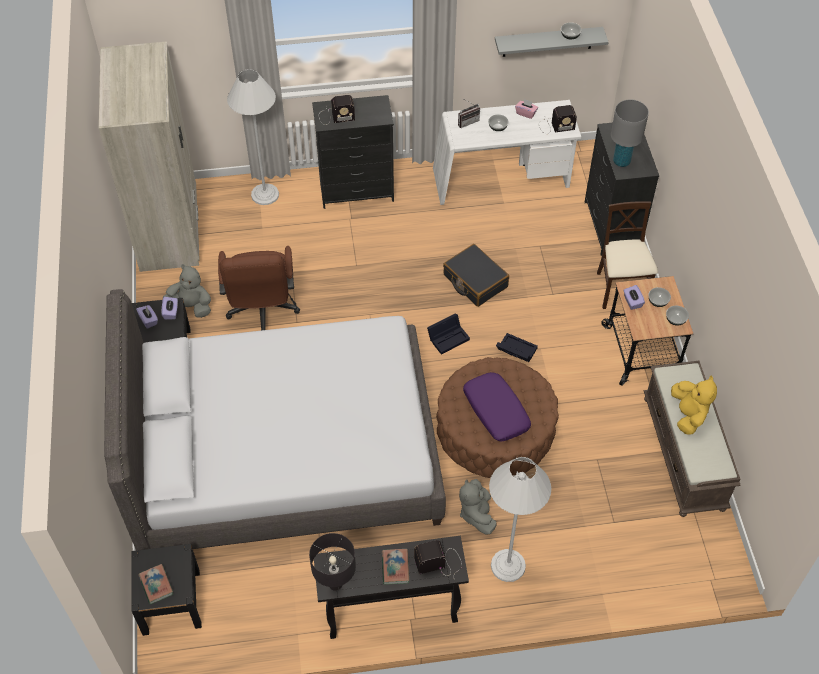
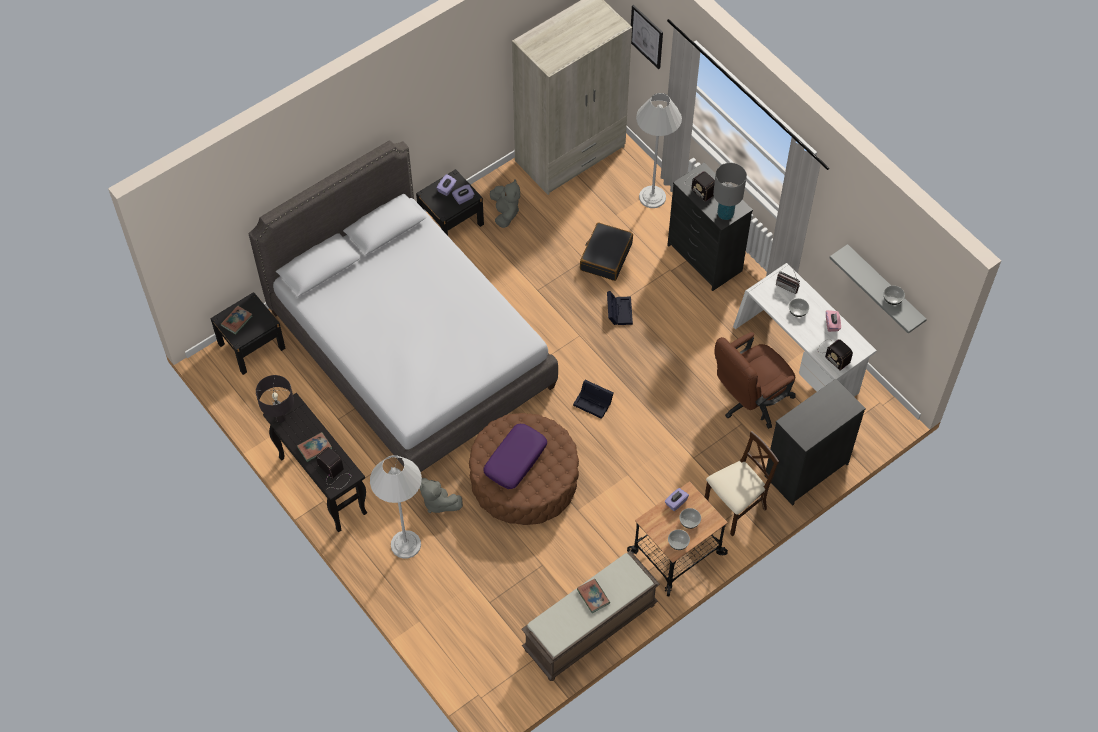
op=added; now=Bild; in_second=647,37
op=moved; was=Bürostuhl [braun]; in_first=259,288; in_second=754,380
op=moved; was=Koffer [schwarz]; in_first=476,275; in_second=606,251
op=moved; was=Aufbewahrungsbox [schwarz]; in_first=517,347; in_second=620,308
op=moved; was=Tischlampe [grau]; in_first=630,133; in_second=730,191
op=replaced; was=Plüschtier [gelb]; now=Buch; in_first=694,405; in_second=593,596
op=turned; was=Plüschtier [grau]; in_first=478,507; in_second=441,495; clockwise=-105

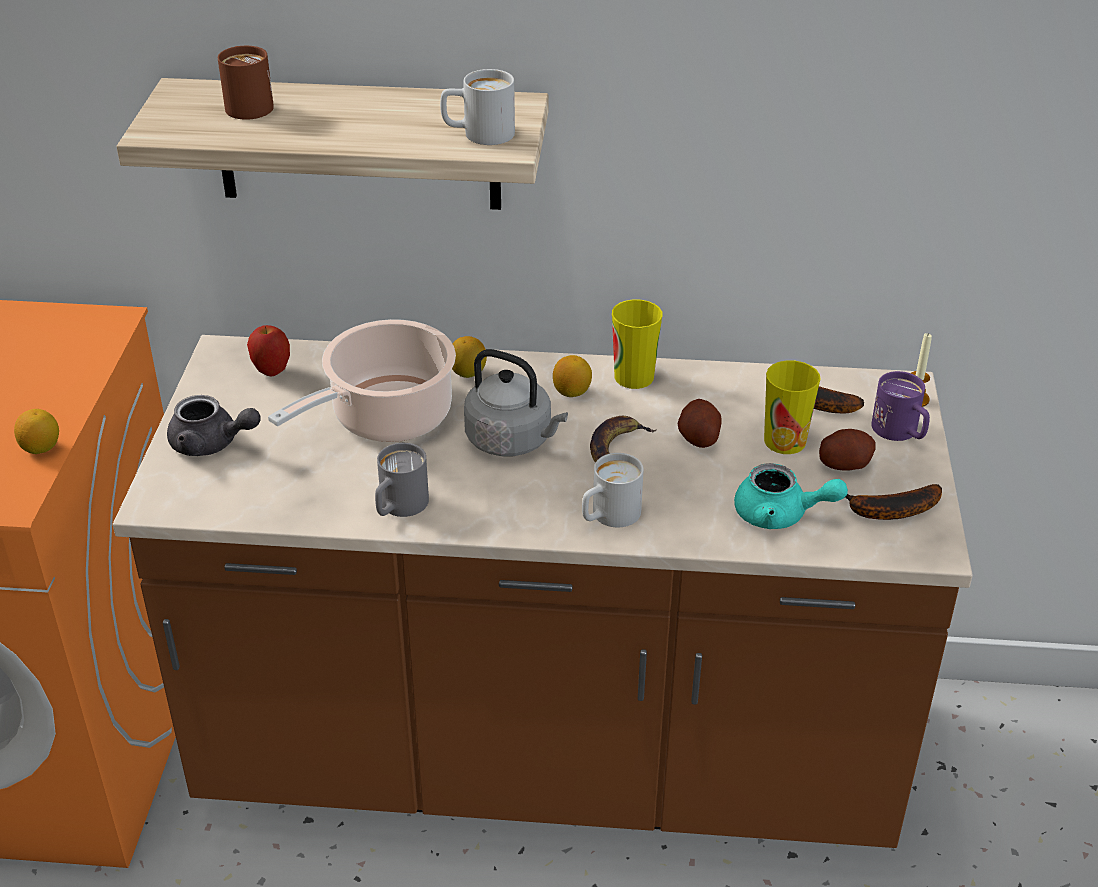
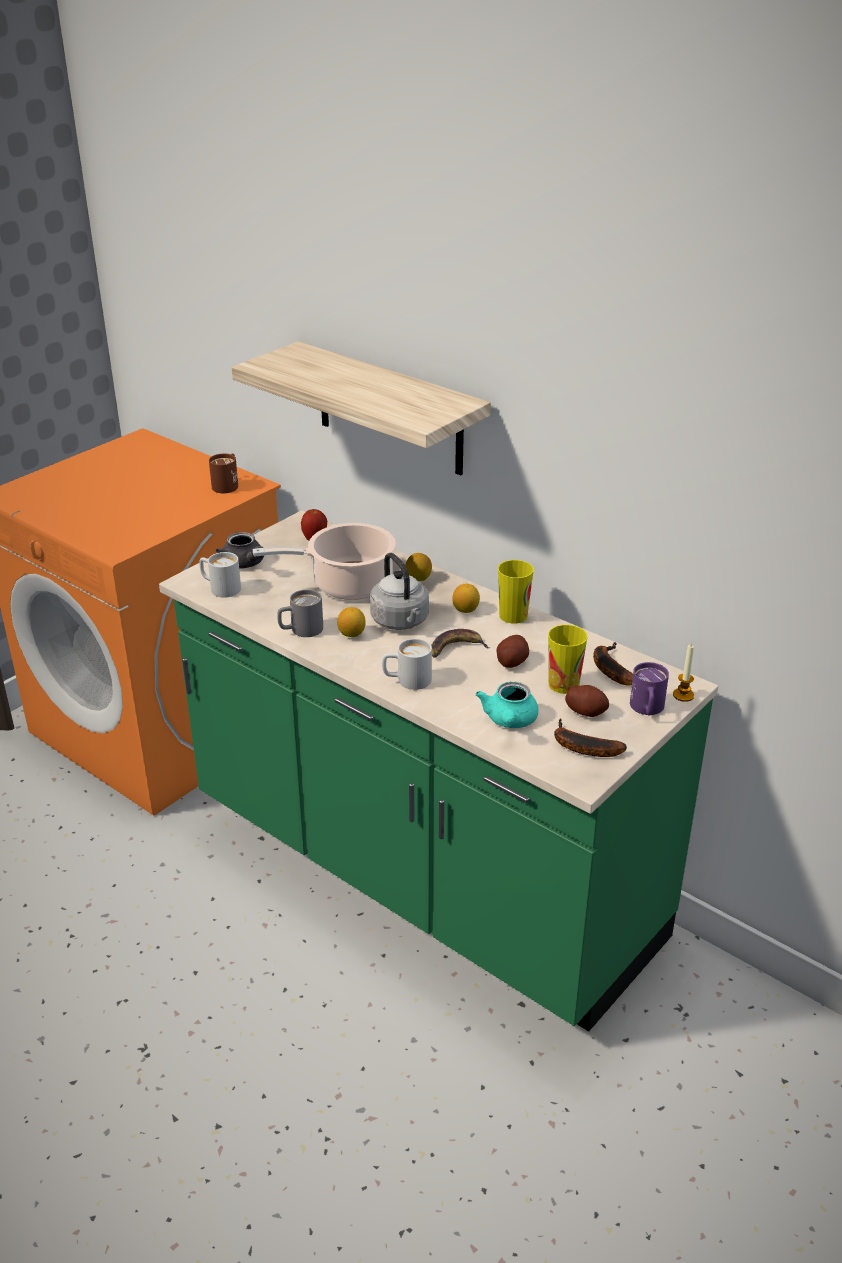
op=moved; was=Zitrone; in_first=36,431; in_second=351,622
op=moved; was=Henkelbecher [braun]; in_first=246,83; in_second=223,473
op=moved; was=Henkelbecher [weiß]; in_first=477,107; in_second=220,574
op=recoloured; was=Küchenzeile [braun]; now=Küchenzeile [grün]; in_first=543,591; in_second=438,771
op=turned; was=Teekanne [türkis]; in_first=791,496; in_second=507,705; clockwise=45

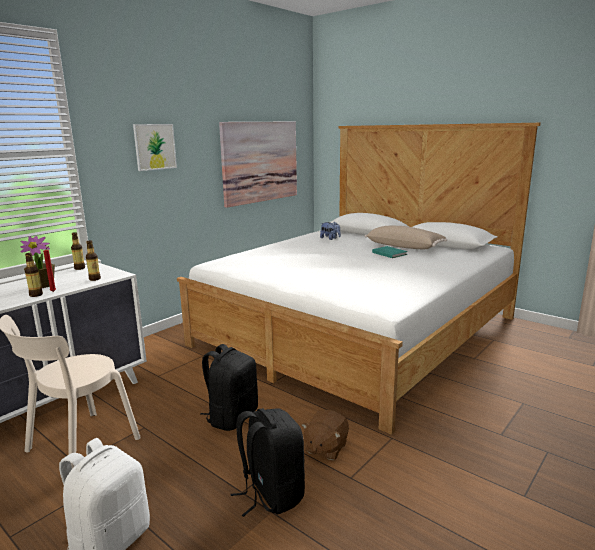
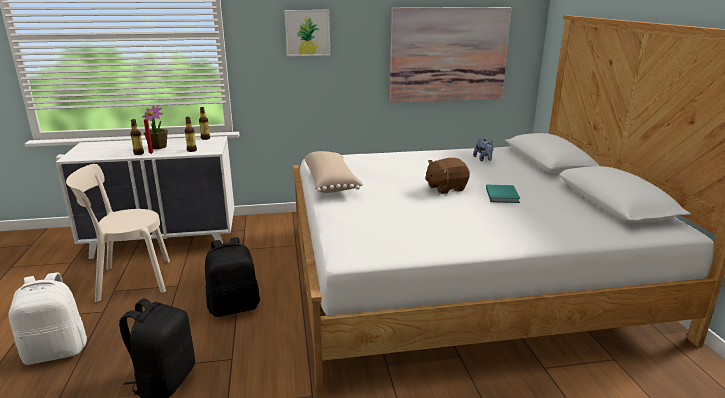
op=moved; was=Plüschtier [braun]; in_first=325,435; in_second=447,176
op=moved; was=Kissen [beige]; in_first=406,237; in_second=333,172

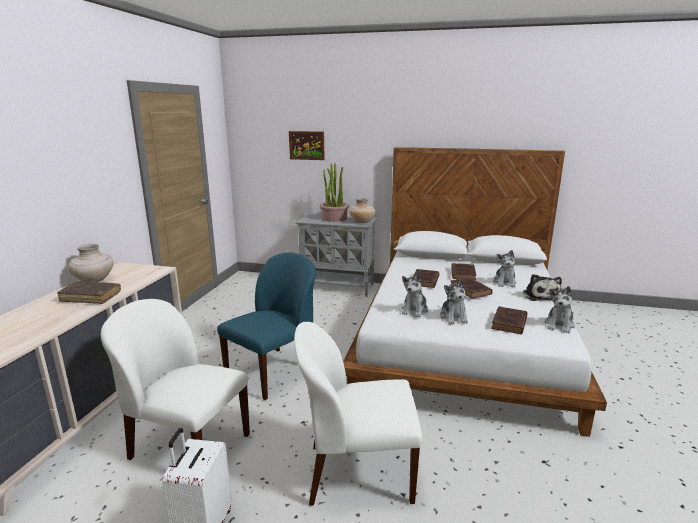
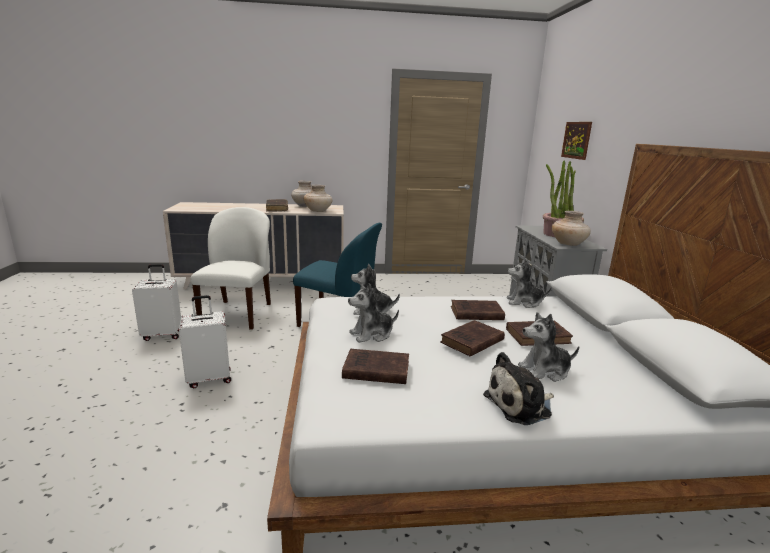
op=added; now=Vase [beige]; in_second=318,198
op=moved; was=Plüschtier; in_first=560,309; in_second=529,283
op=replaced; was=Stuhl [weiß]; now=Koffer [weiß]; in_first=358,414; in_second=205,341

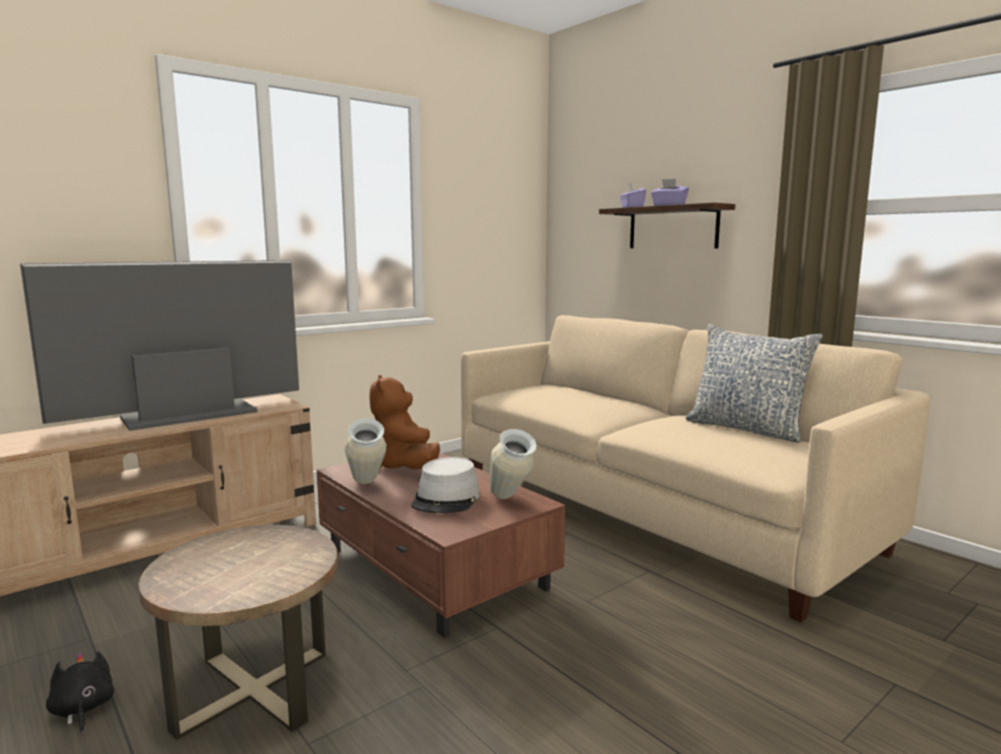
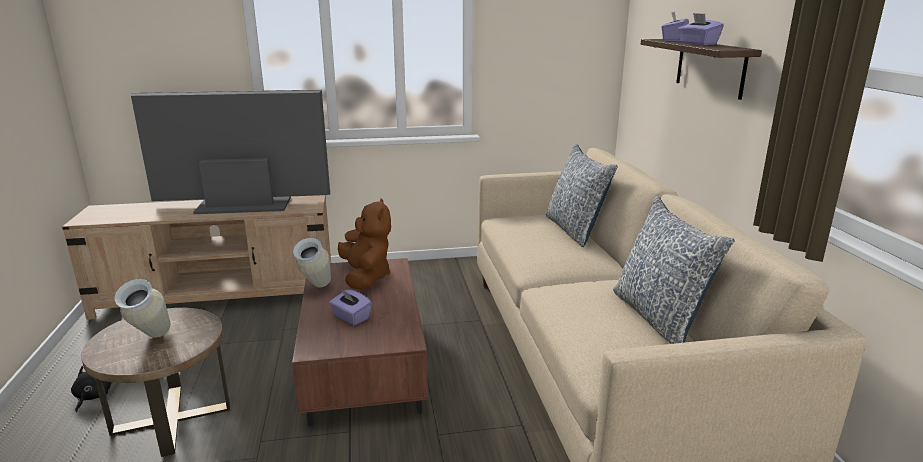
op=added; now=Kissen; in_second=582,195
op=moved; was=Vase; in_first=513,464; in_second=142,308
op=replaced; was=Hut [grau]; now=Taschentuchbox [lila]; in_first=445,485; in_second=350,307
op=turned; was=Plüschtier [braun]; in_first=404,422; in_second=364,244; clockwise=150

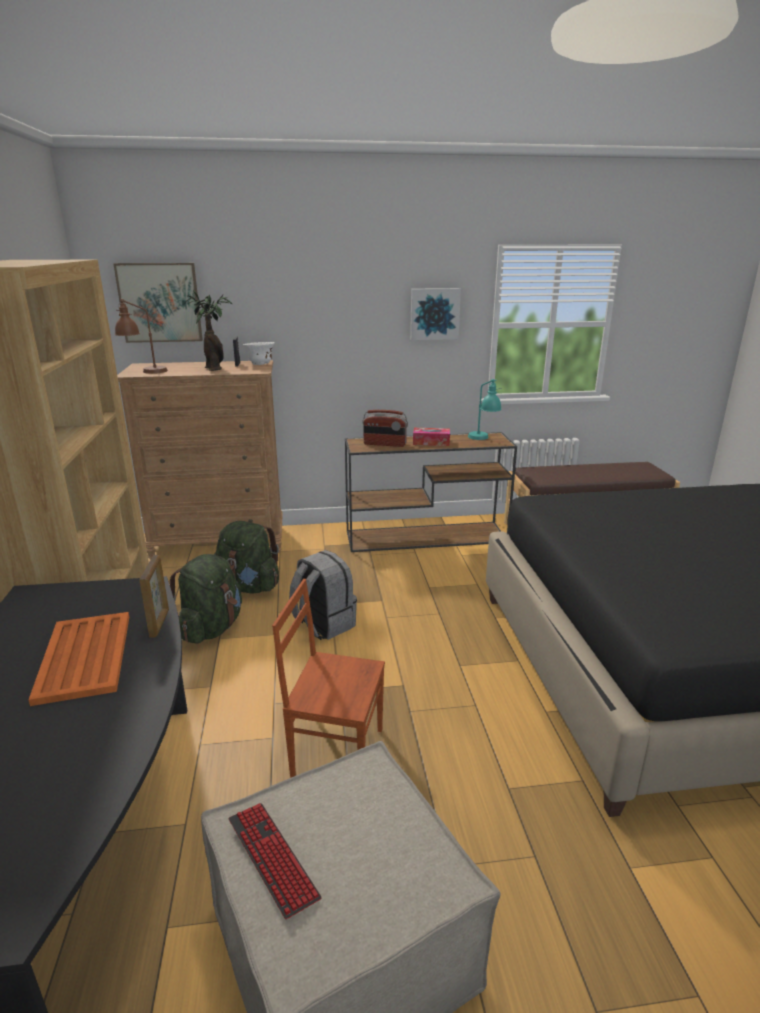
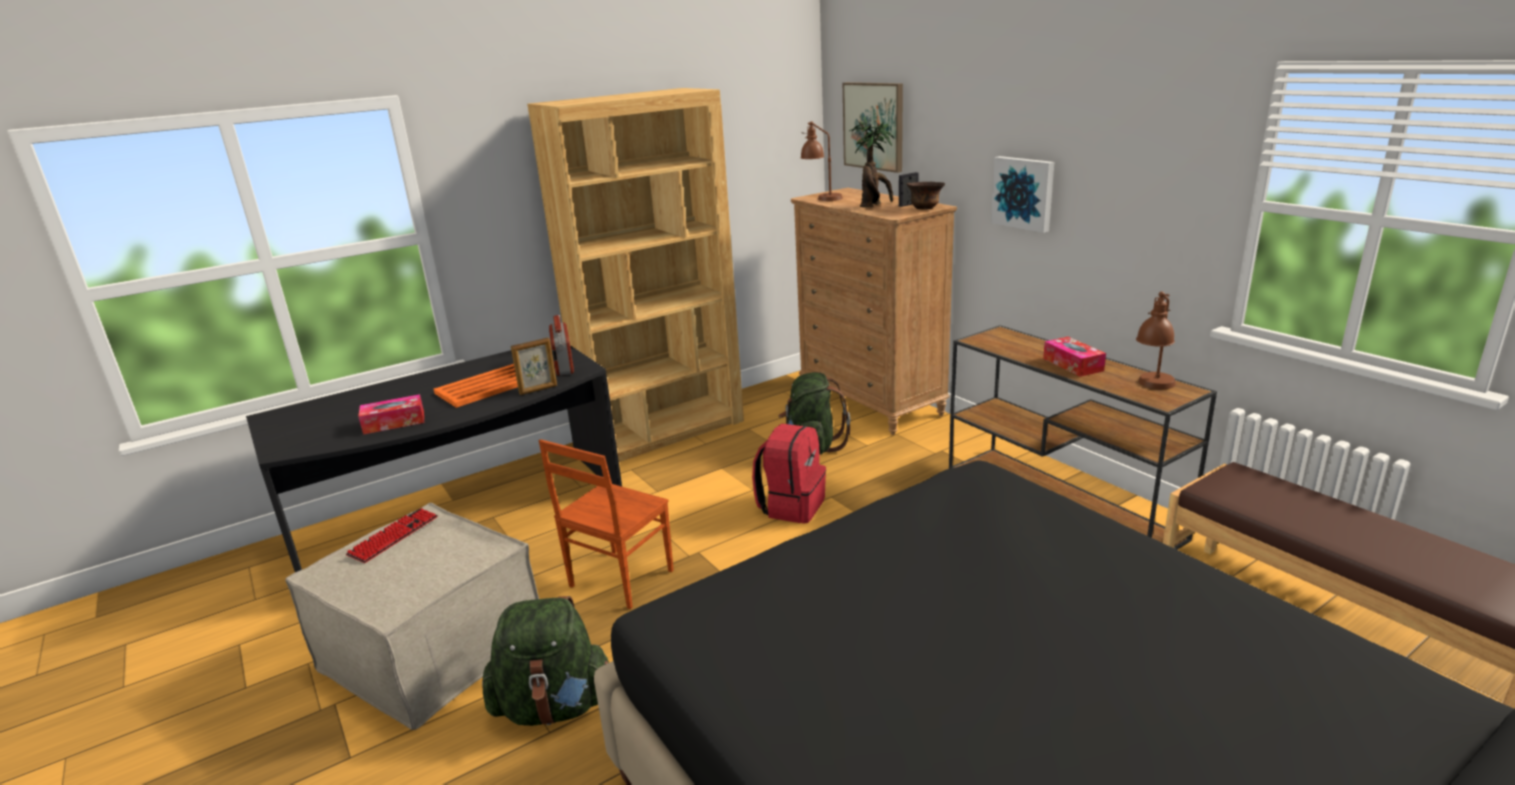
op=added; now=Taschentuchbox; in_second=391,414
op=moved; was=Rucksack [grün]; in_first=206,599; in_second=545,661
op=moved; was=Radio; in_first=385,428; in_second=561,345
op=moved; was=Bild; in_first=435,314; in_second=1022,194
op=recoloured; was=Schüssel [weiß]; now=Schüssel [braun]; in_first=259,353; in_second=926,195
op=recoloured; was=Rucksack [grau]; now=Rucksack [rot]; in_first=323,595; in_second=789,474
op=recoloured; was=Tischlampe [türkis]; now=Tischlampe [braun]; in_first=485,409; in_second=1156,340
op=turned; was=Stuhl [braun]; in_first=328,678; in_second=606,524; clockwise=-135

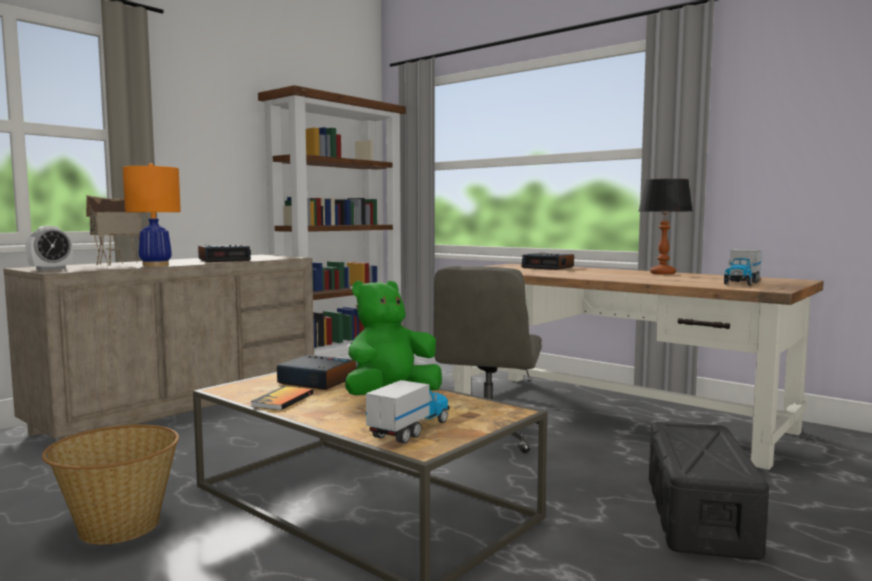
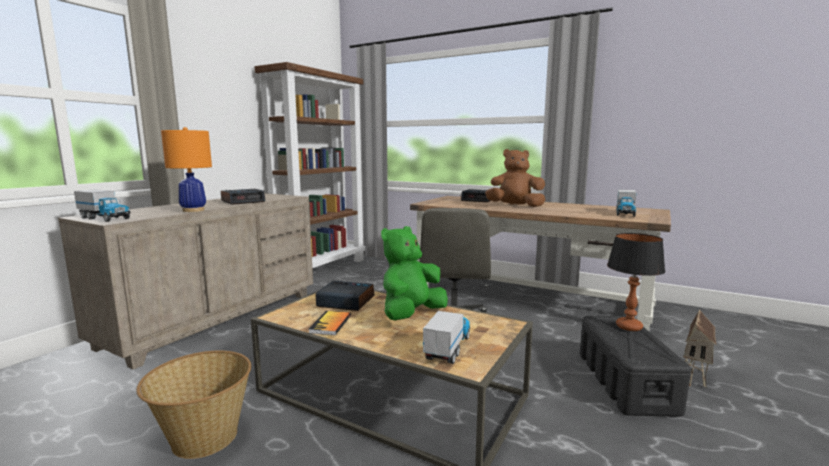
op=added; now=Plüschtier [braun]; in_second=515,178
op=moved; was=Spielzeughaus; in_first=115,230; in_second=700,348
op=moved; was=Tischlampe; in_first=666,227; in_second=636,282
op=replaced; was=Wecker; now=Spielzeuglaster; in_first=49,248; in_second=102,205

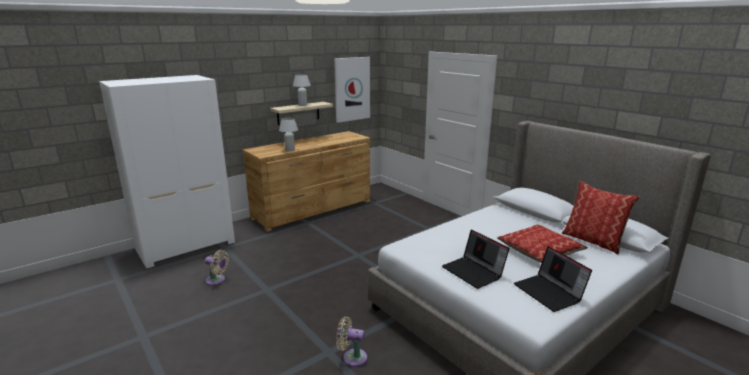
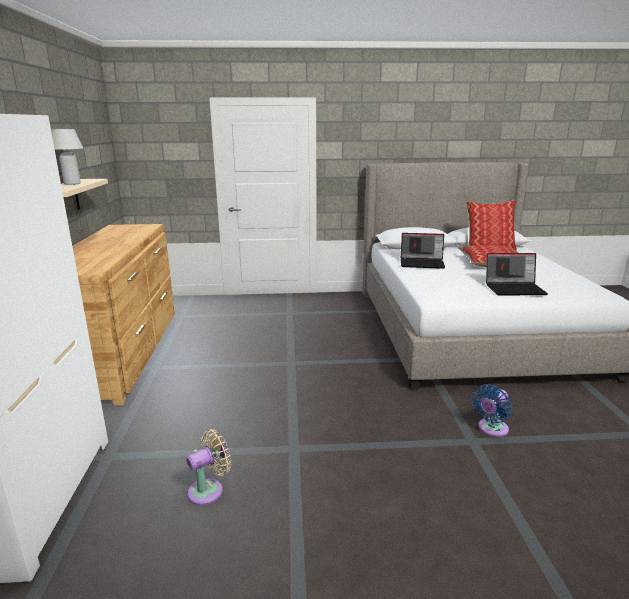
op=removed; was=Tischlampe [weiß]; in_first=288,134
op=removed; was=Bild; in_first=352,90
op=moved; was=Laptop; in_first=553,279; in_second=423,251
op=recoloured; was=Ventilator [beige]; now=Ventilator [blau]; in_first=351,341; in_second=492,410

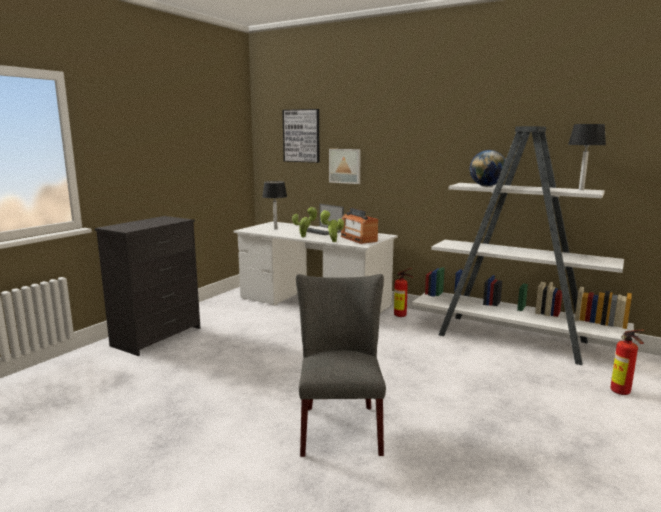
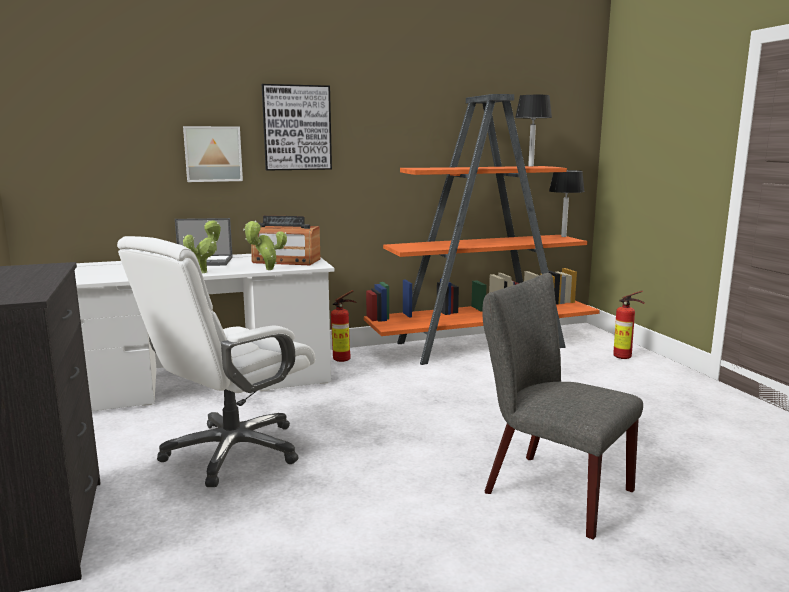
op=removed; was=Globus; in_first=487,168
op=added; now=Bürostuhl [weiß]; in_second=216,361
op=moved; was=Tischlampe; in_first=274,205; in_second=567,203
op=moved; was=Bild; in_first=300,136; in_second=297,127
op=recoloured; was=Bücherregal [weiß]; now=Bücherregal [orange]; in_first=523,245; in_second=482,229

